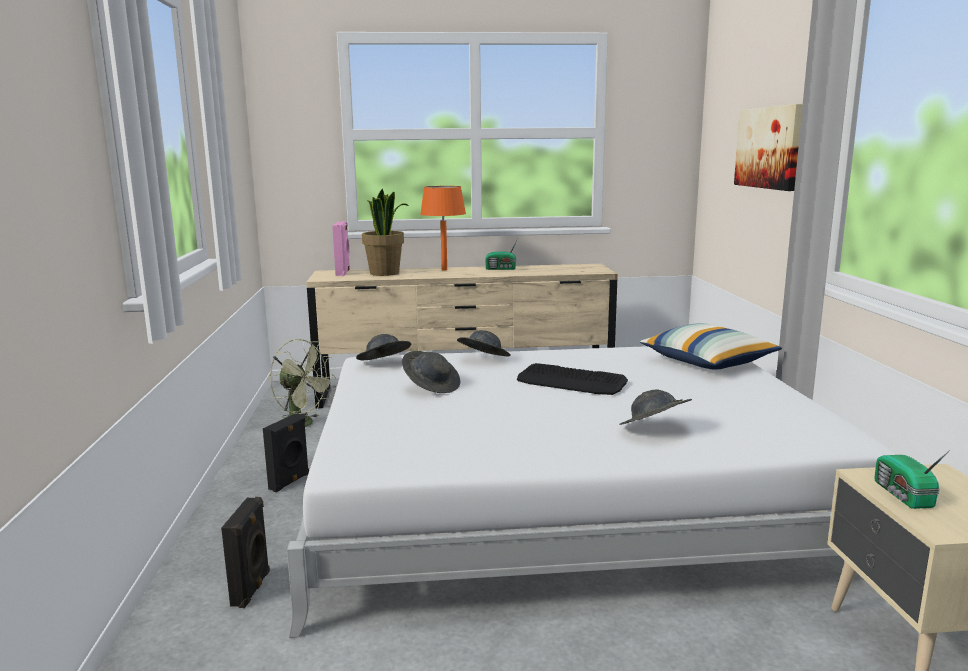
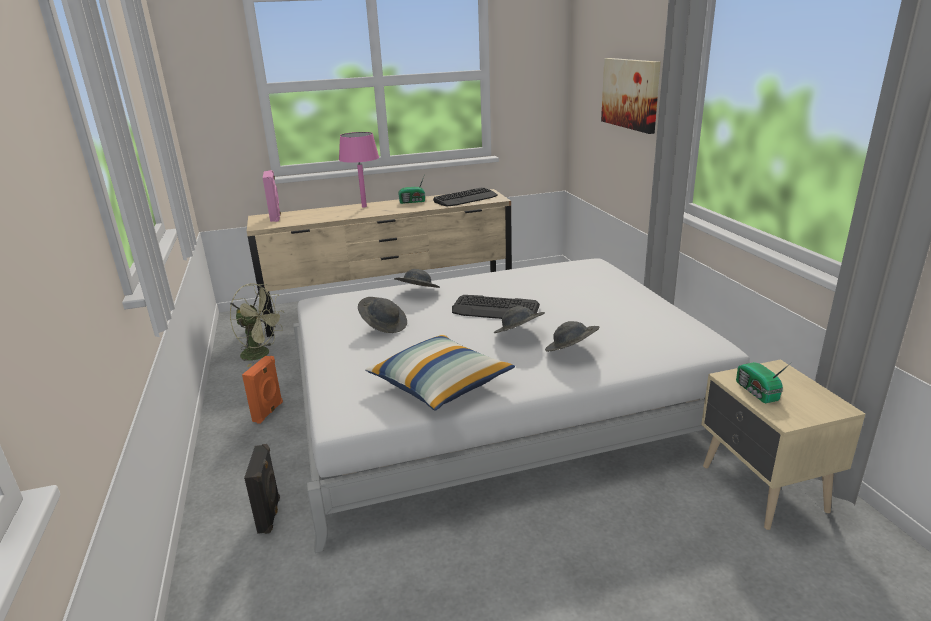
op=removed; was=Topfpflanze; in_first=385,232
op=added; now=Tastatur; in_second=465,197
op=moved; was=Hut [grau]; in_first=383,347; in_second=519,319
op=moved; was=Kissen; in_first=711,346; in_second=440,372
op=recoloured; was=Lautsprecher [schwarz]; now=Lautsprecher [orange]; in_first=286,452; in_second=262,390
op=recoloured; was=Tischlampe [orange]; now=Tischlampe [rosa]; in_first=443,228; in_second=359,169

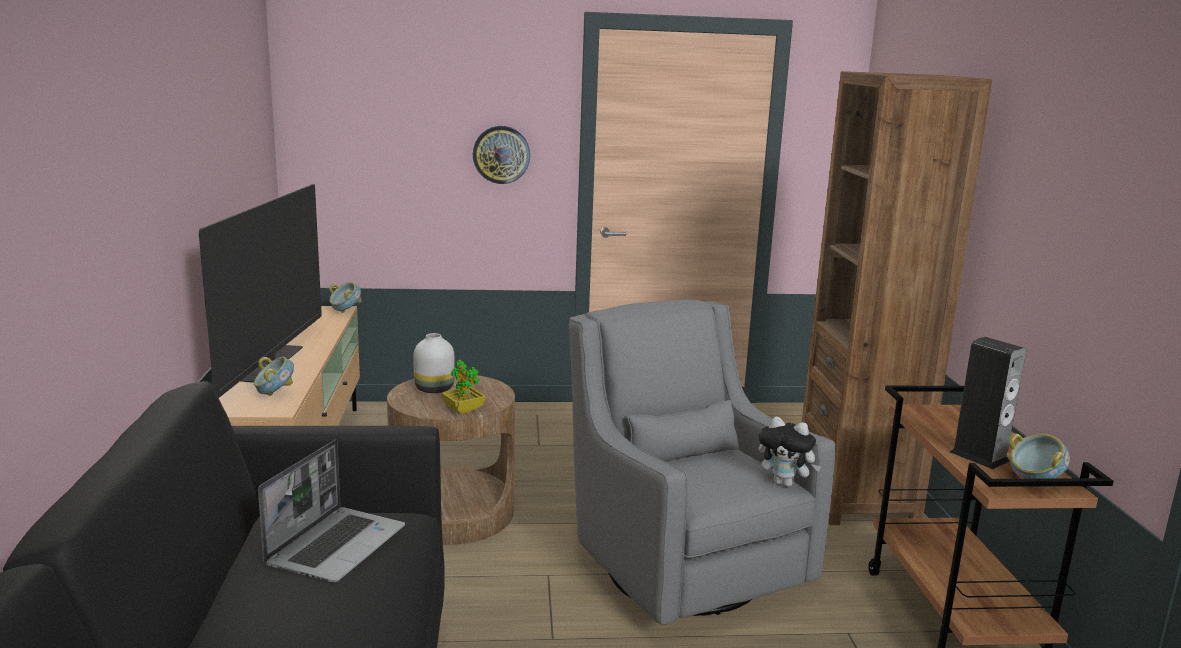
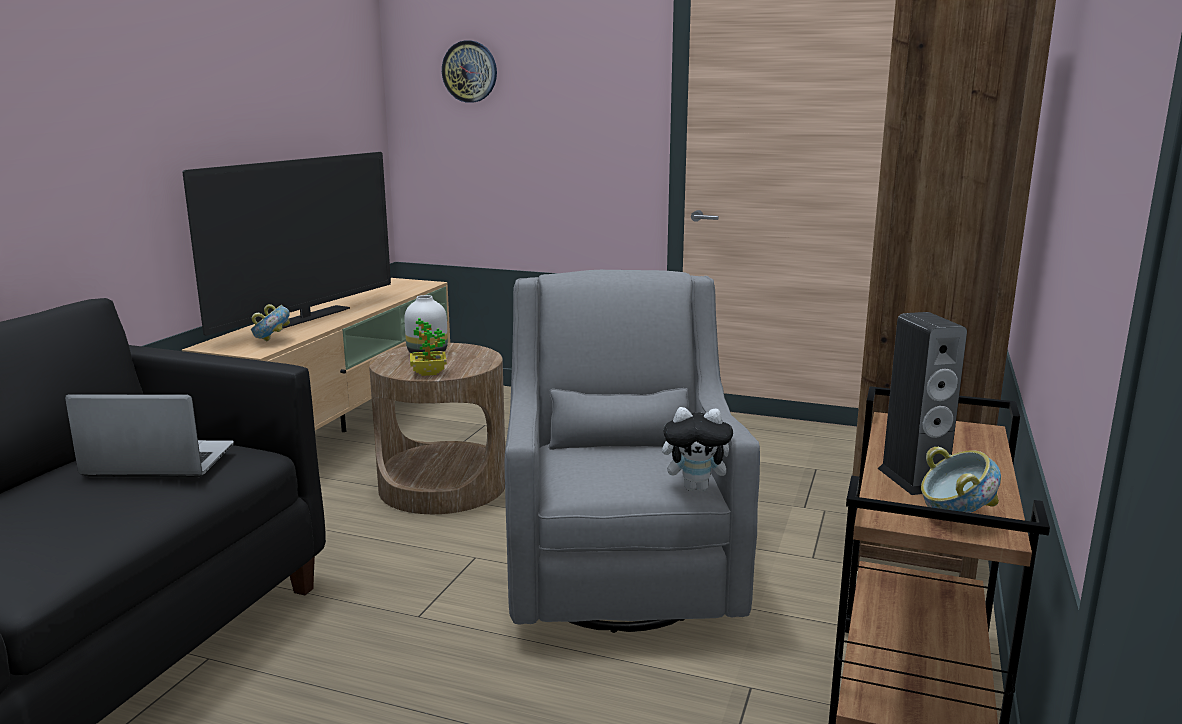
op=removed; was=Schüssel; in_first=345,297
op=moved; was=Wanduhr; in_first=501,155; in_second=469,71
op=turned; was=Laptop; in_first=331,511; in_second=149,436; clockwise=-135
op=turned; was=Plüschtier; in_first=790,452; in_second=697,449; clockwise=-45

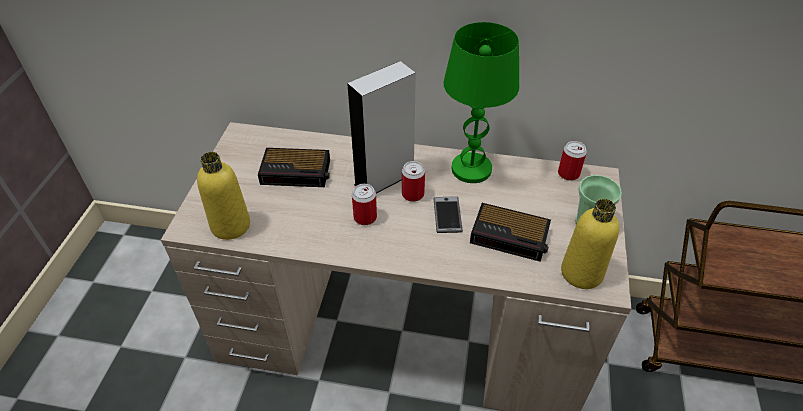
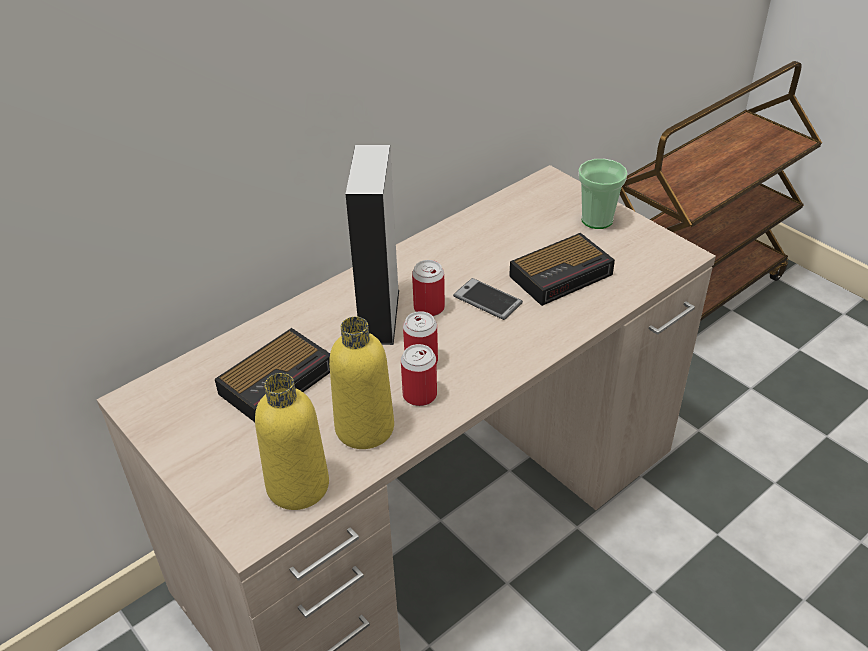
op=removed; was=Tischlampe [grün]; in_first=481,102
op=moved; was=Dose; in_first=572,161; in_second=419,375
op=moved; was=Flasche [gelb]; in_first=590,244; in_second=361,383

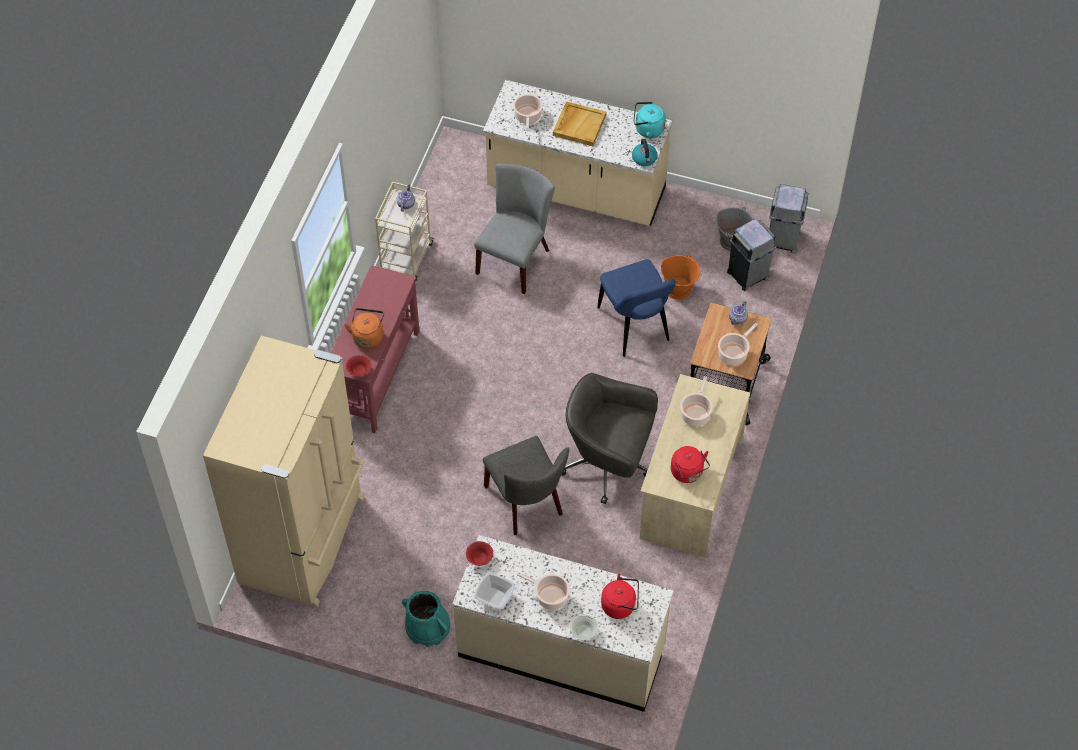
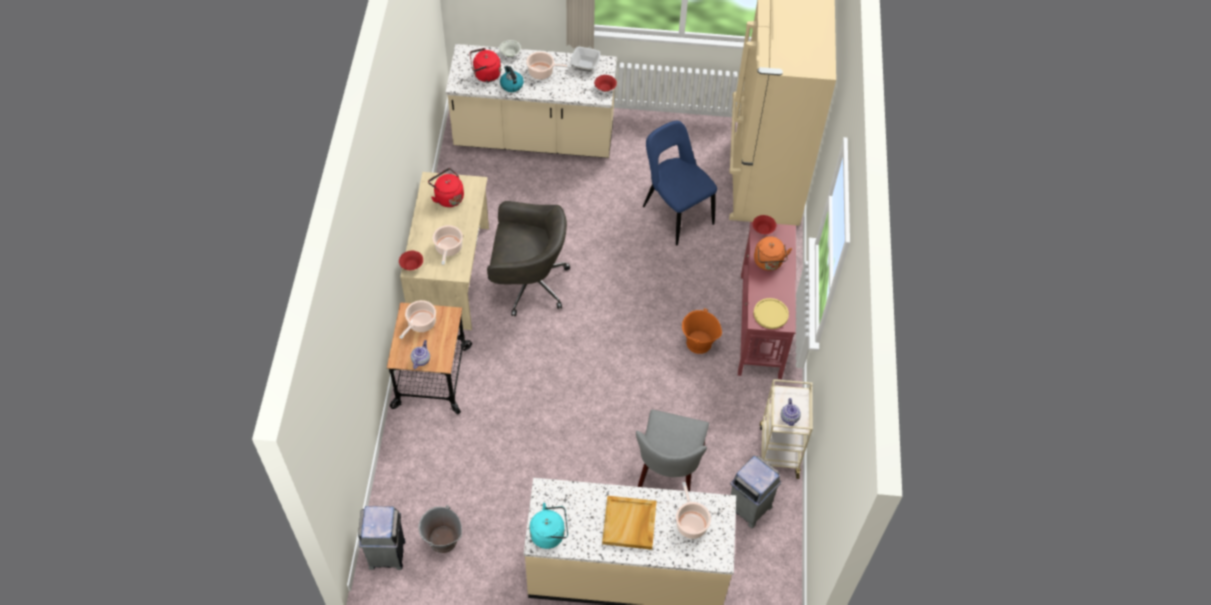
op=removed; was=Eimer [türkis]; in_first=426,619
op=removed; was=Stuhl [grau]; in_first=526,485
op=added; now=Schüssel [rot]; in_second=411,260
op=added; now=Teller [gelb]; in_second=771,313
op=moved; was=Stuhl [blau]; in_first=636,308; in_second=680,183
op=moved; was=Wasserkessel; in_first=644,152; in_second=512,78
op=moved; was=Eimer [orange]; in_first=680,277; in_second=702,331
op=moved; was=Mülleimer [grau]; in_first=752,255; in_second=755,492

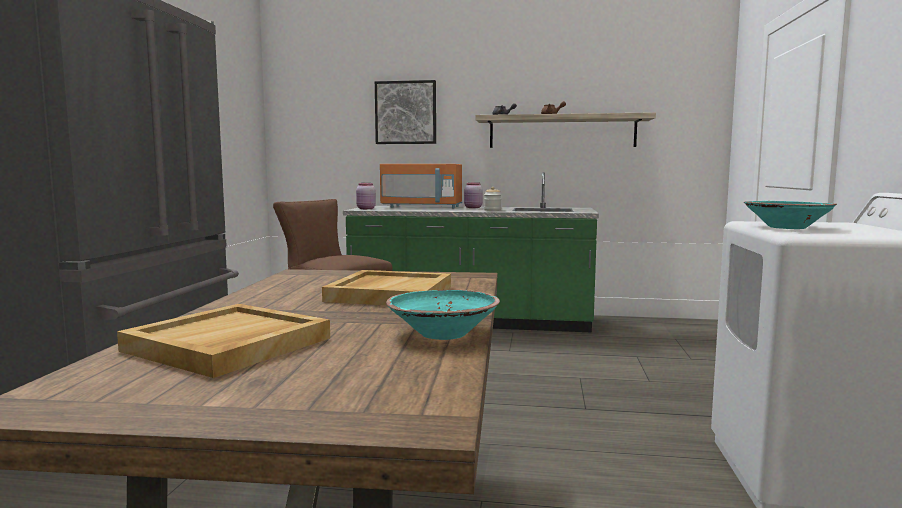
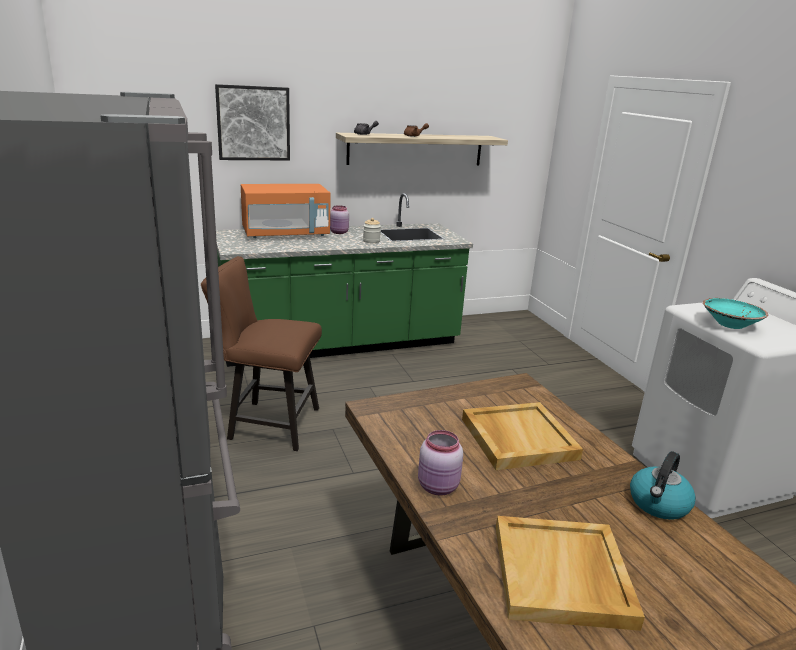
op=moved; was=Vorratsglas [rosa]; in_first=366,196; in_second=440,463
op=replaced; was=Schüssel [türkis]; now=Wasserkessel; in_first=443,315; in_second=663,485

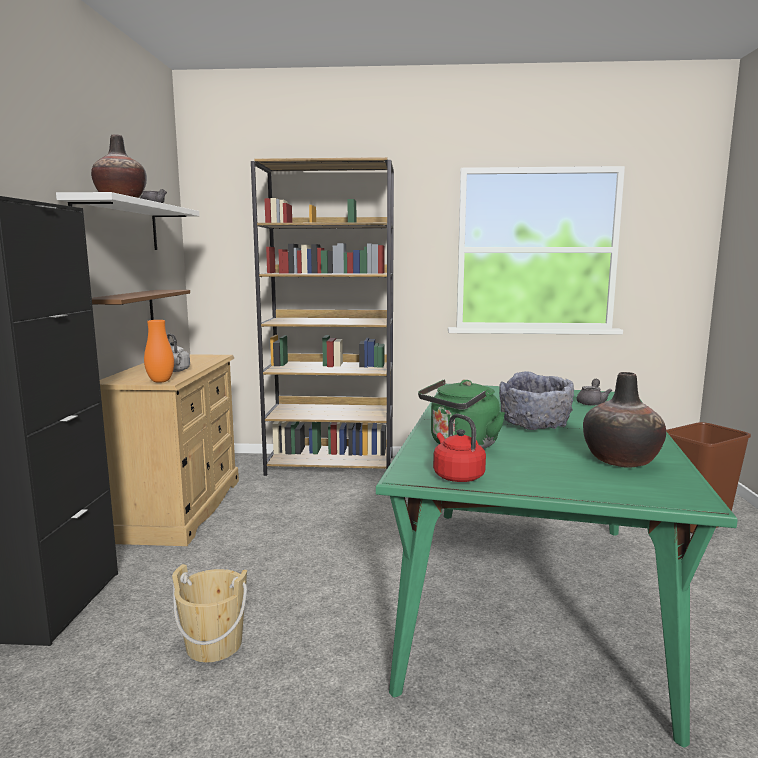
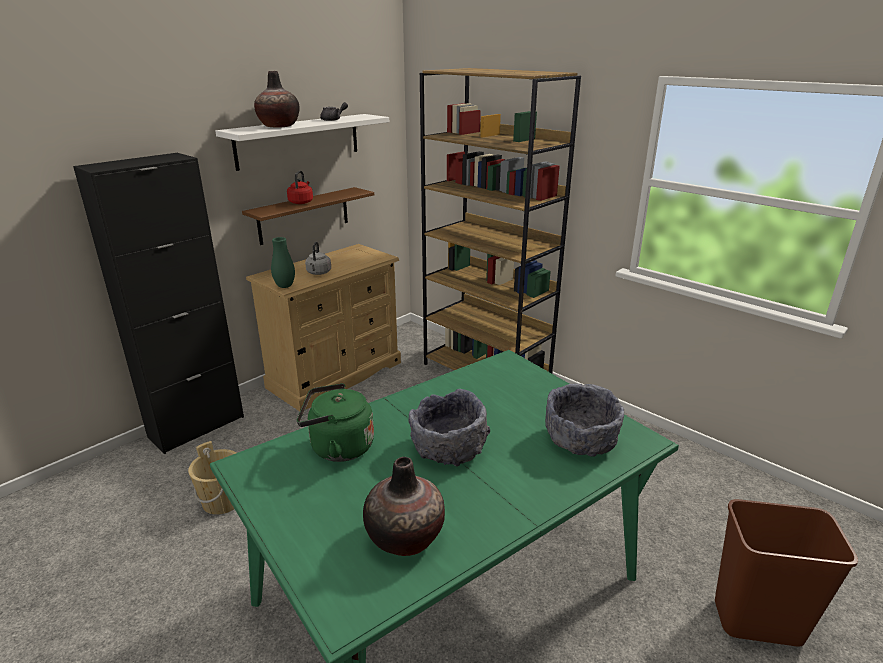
op=moved; was=Wasserkessel [rot]; in_first=459,448; in_second=300,187
op=replaced; was=Teekanne [grau]; now=Schüssel [grau]; in_first=594,392; in_second=584,420
op=recoloured; was=Vase [orange]; now=Vase [grün]; in_first=159,351; in_second=283,262

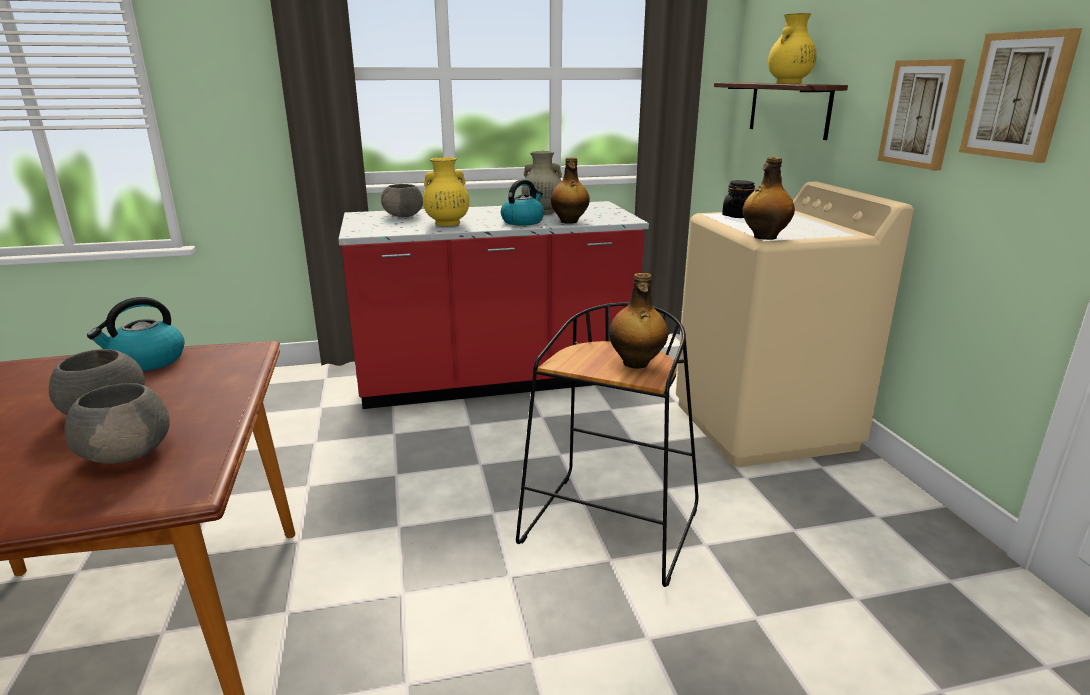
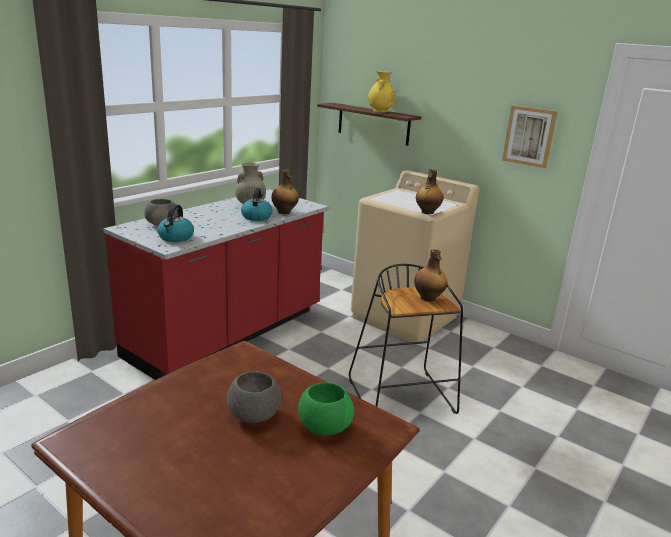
op=removed; was=Vase [gelb]; in_first=446,191
op=removed; was=Vorratsglas [schwarz]; in_first=738,199
op=removed; was=Bild; in_first=921,114
op=moved; was=Wasserkessel; in_first=135,334; in_second=175,223
op=recoloured; was=Schüssel [grau]; now=Schüssel [grün]; in_first=117,423; in_second=326,408

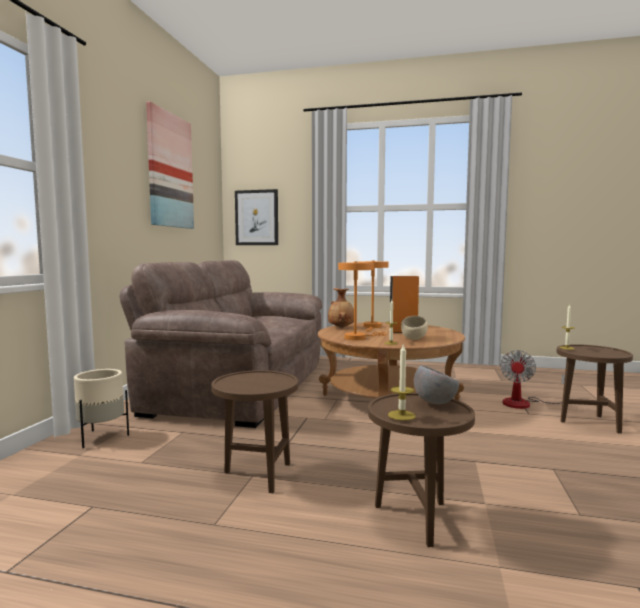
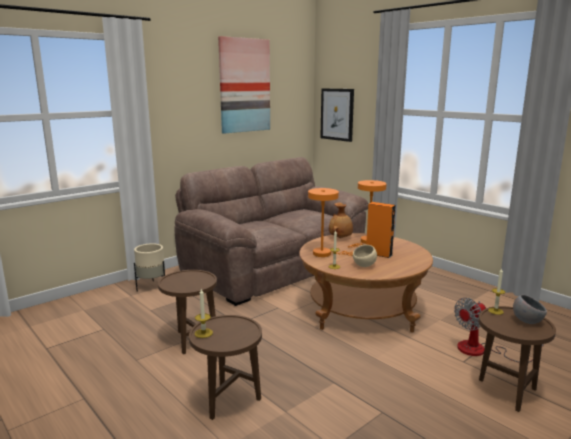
op=moved; was=Schüssel [grau]; in_first=436,384; in_second=530,309

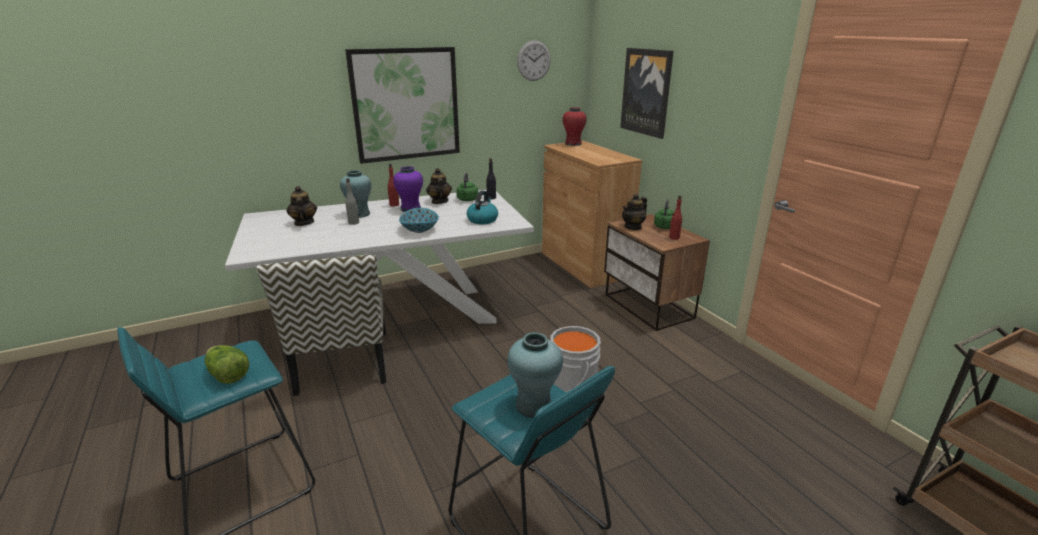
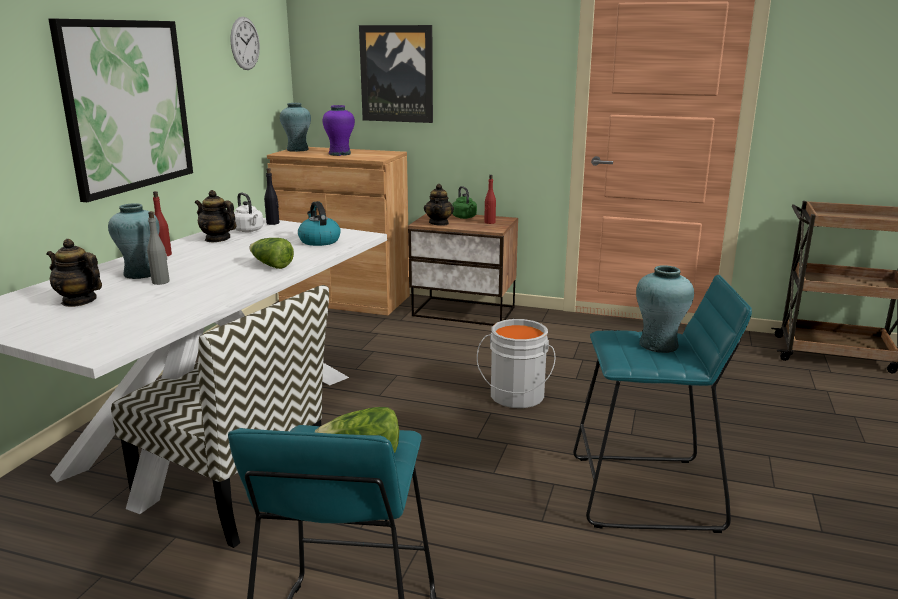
op=moved; was=Vase [lila]; in_first=408,189; in_second=339,130
op=replaced; was=Schüssel; now=Salatkopf; in_first=419,220; in_second=271,253
op=recoloured; was=Wasserkessel [grün]; now=Wasserkessel [weiß]; in_first=467,187; in_second=248,212
op=recoloured; was=Vase [rot]; now=Vase [türkis]; in_first=574,126; in_second=295,127

